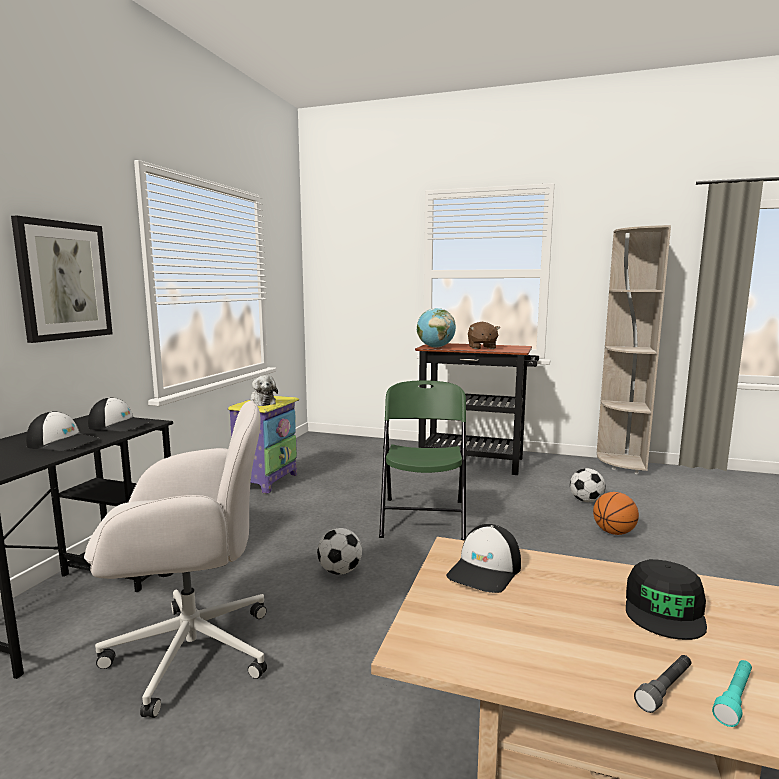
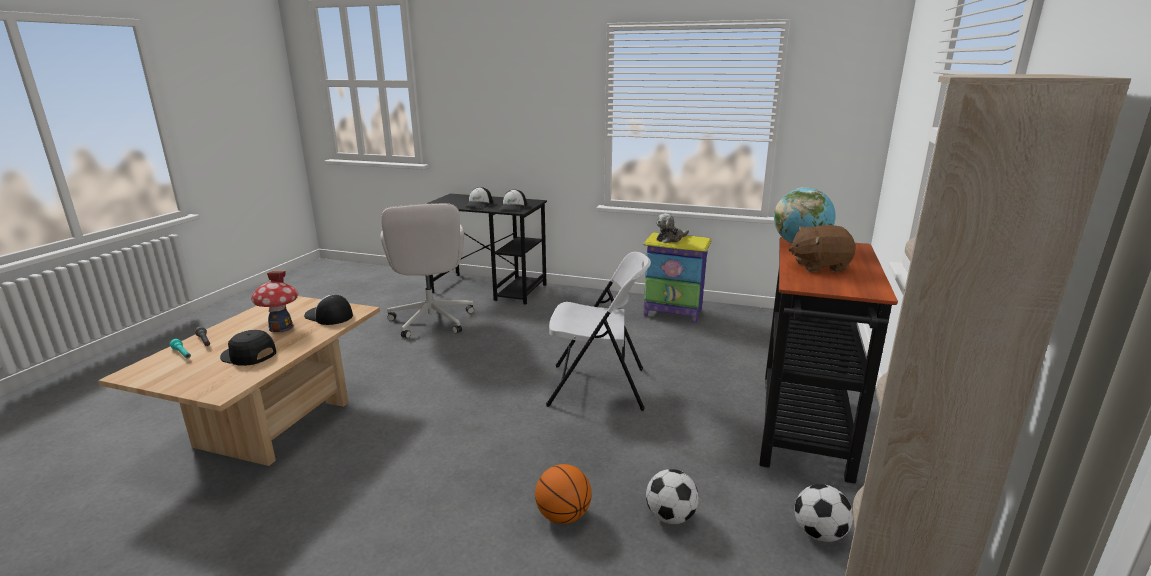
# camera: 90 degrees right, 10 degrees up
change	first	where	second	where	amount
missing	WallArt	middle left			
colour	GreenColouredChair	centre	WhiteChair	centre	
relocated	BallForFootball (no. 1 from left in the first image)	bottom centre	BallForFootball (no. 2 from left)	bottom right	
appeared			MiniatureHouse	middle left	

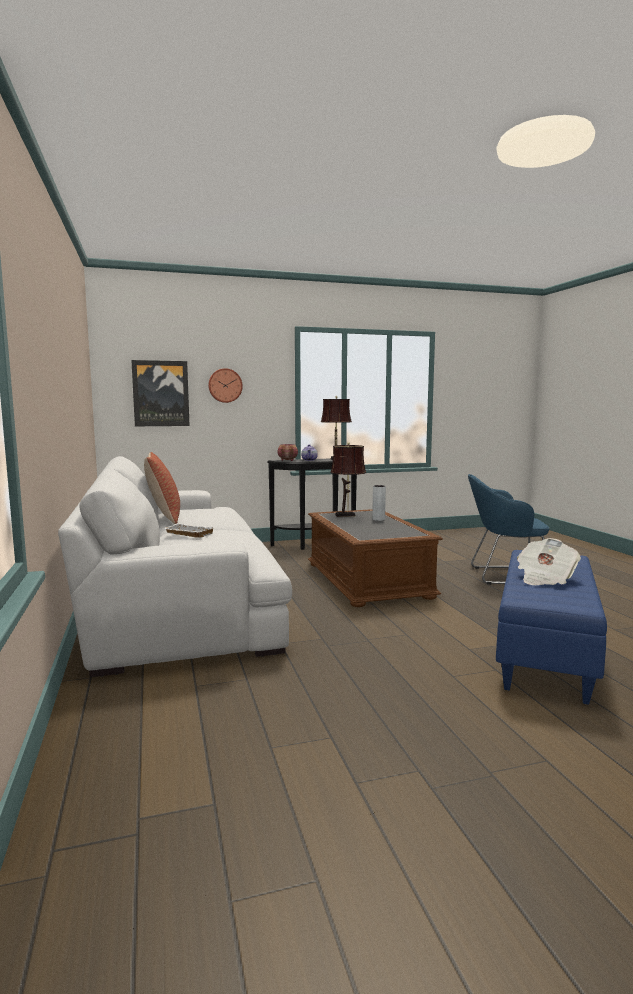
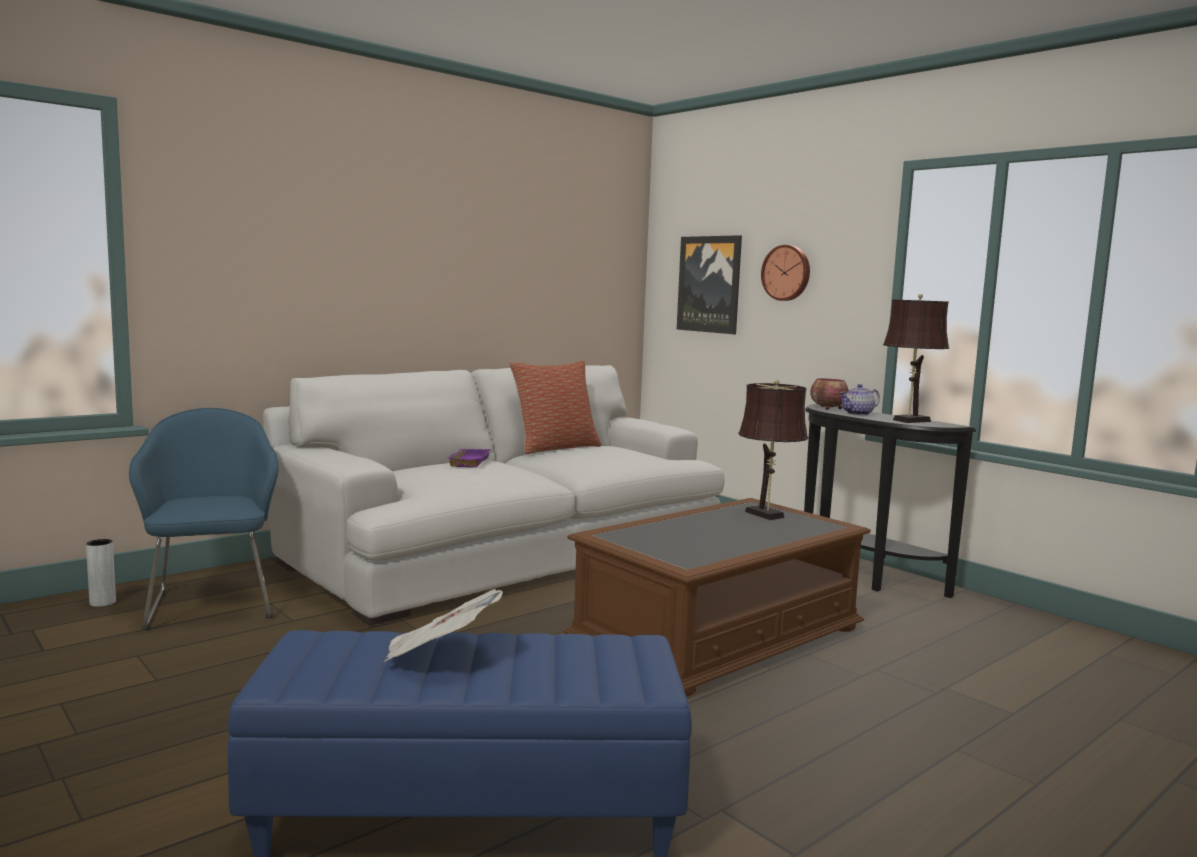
# camera: 65 degrees right, 0 degrees up
change	first	where	second	where	amount
relocated	BlueColouredLoungeChair	middle right		middle left	
relocated	GreyDecorativeVase	centre		bottom left	
colour	WhiteServingTray	middle left	PurplishServingTray	centre	

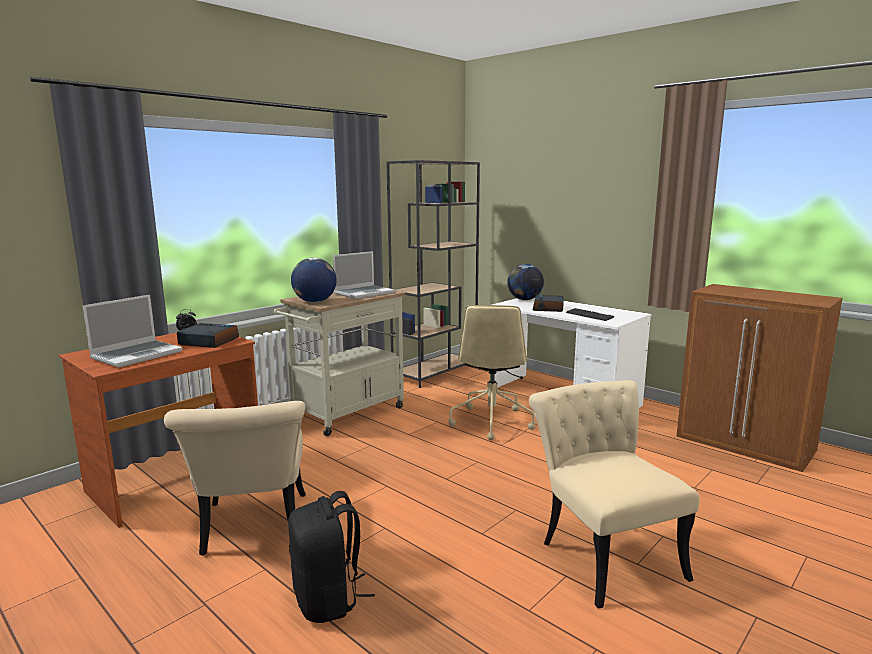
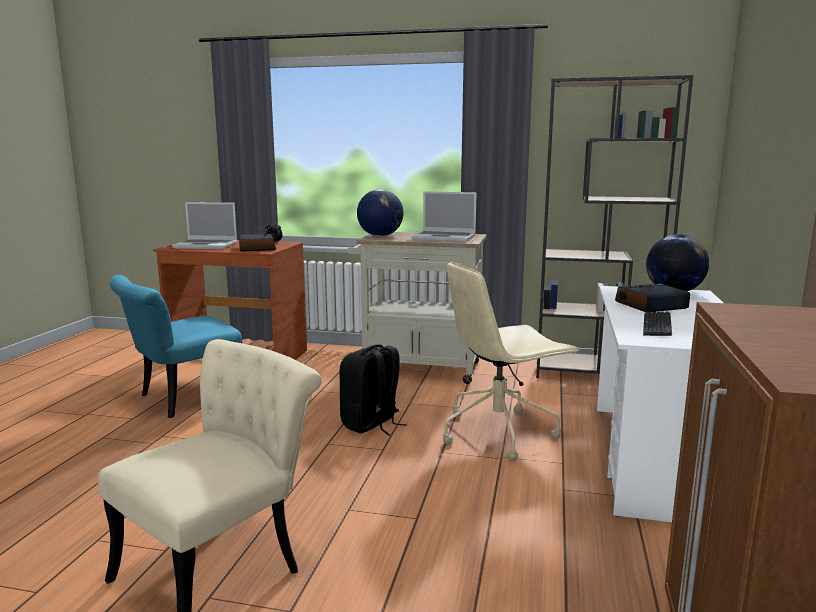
# camera: 60 degrees right, 0 degrees up
change	first	where	second	where	amount
colour	BeigeColouredChair (no. 1 from left)	bottom left	TurquoiseColouredChair	middle left	
relocated	BlackishBackpack	bottom centre		centre	

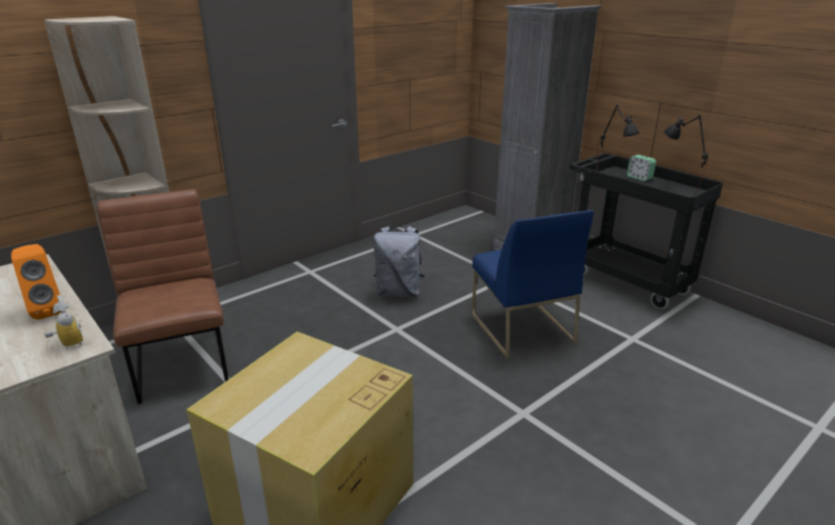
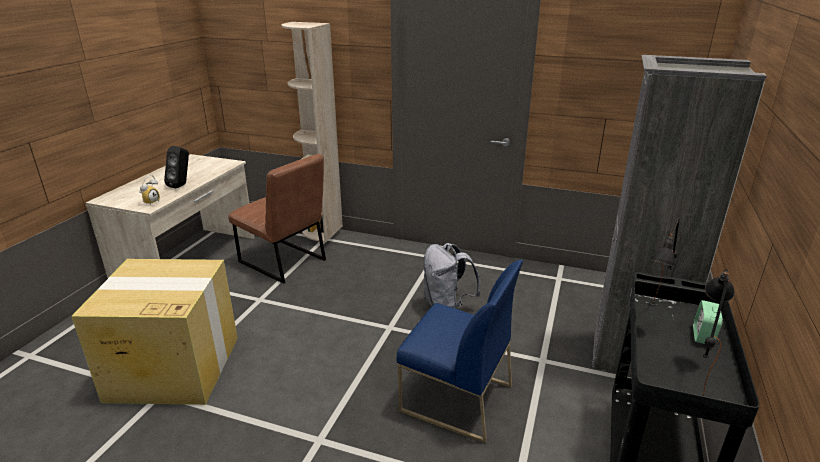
# camera: 60 degrees right, 0 degrees up
change	first	where	second	where	amount
spun	BrownChair	middle left		centre	90 degrees clockwise
spun	BlueColouredChair	centre		bottom centre	105 degrees counterclockwise
colour	OrangeySpeaker	middle left	BlackishSpeaker	middle left	

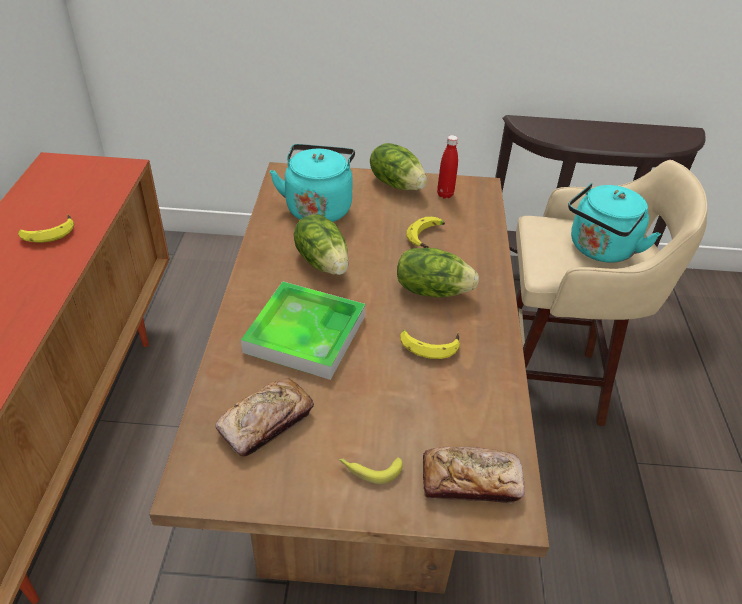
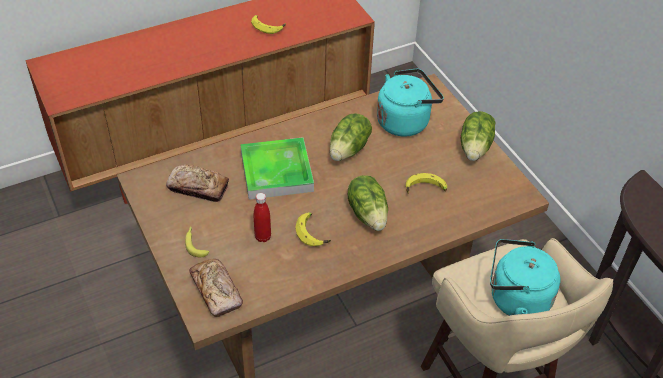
# camera: 60 degrees right, 5 degrees up
change	first	where	second	where	amount
relocated	ReddishDrinkBottle	top centre		centre	

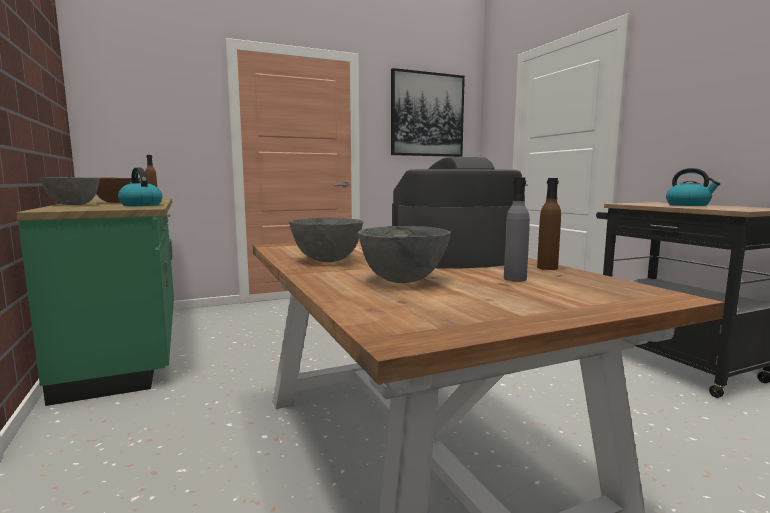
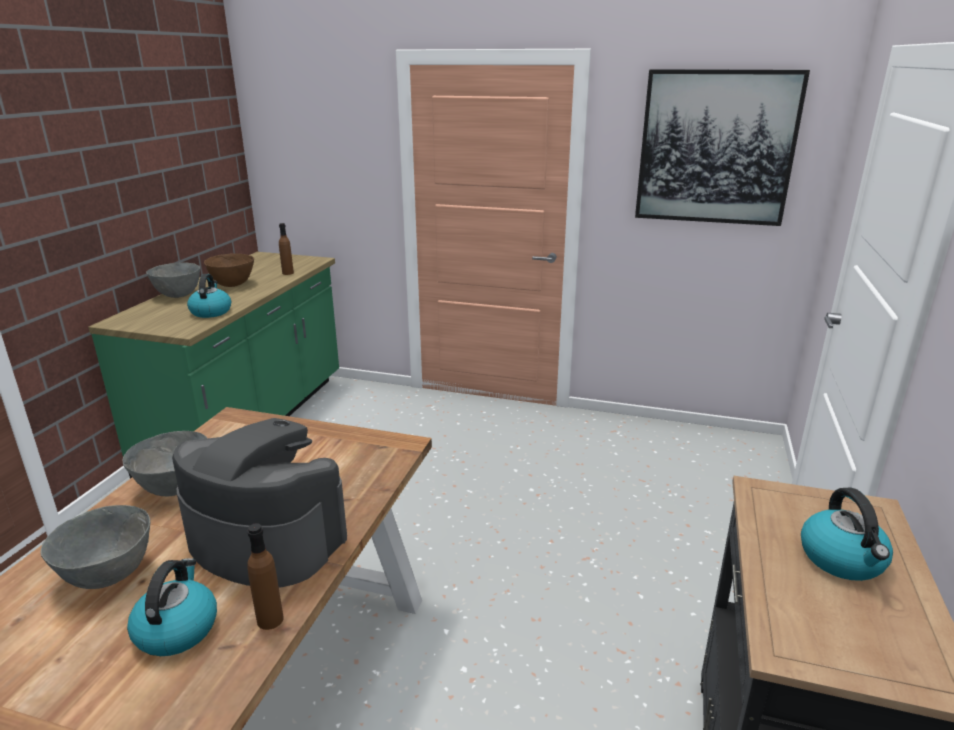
# camera: 40 degrees right, 15 degrees up
change	first	where	second	where	amount
exchanged	GreyDrinkBottle	middle right	WaterKettle (no. 1 from left)	bottom left	

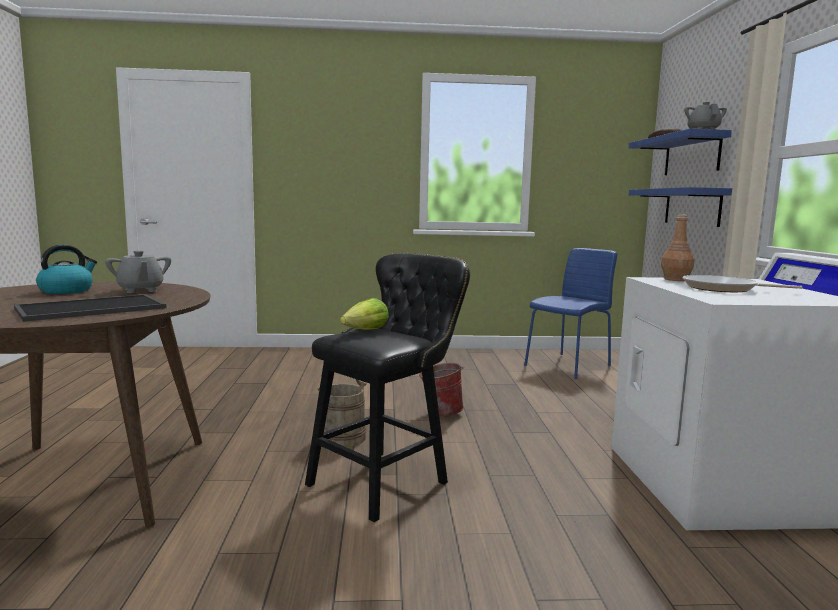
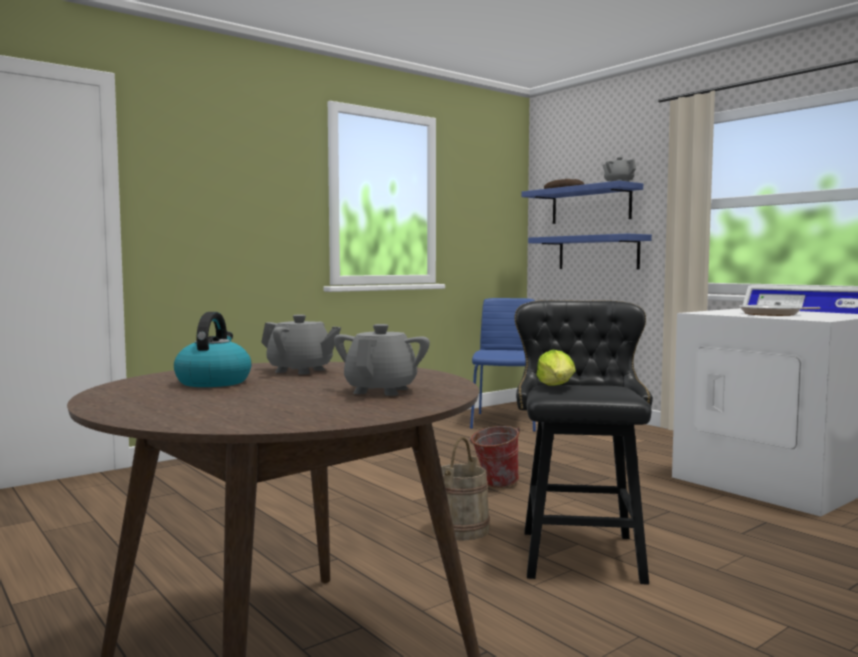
# camera: 35 degrees left, 5 degrees down
change	first	where	second	where	amount
missing	BrownDrinkBottle	middle right			
exchanged	ServingTray	middle left	GreyPotForTea (no. 2 from left)	centre	

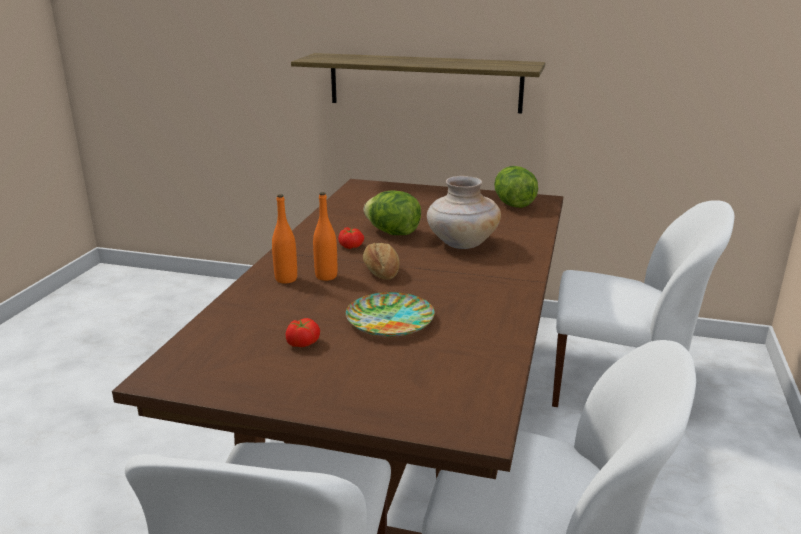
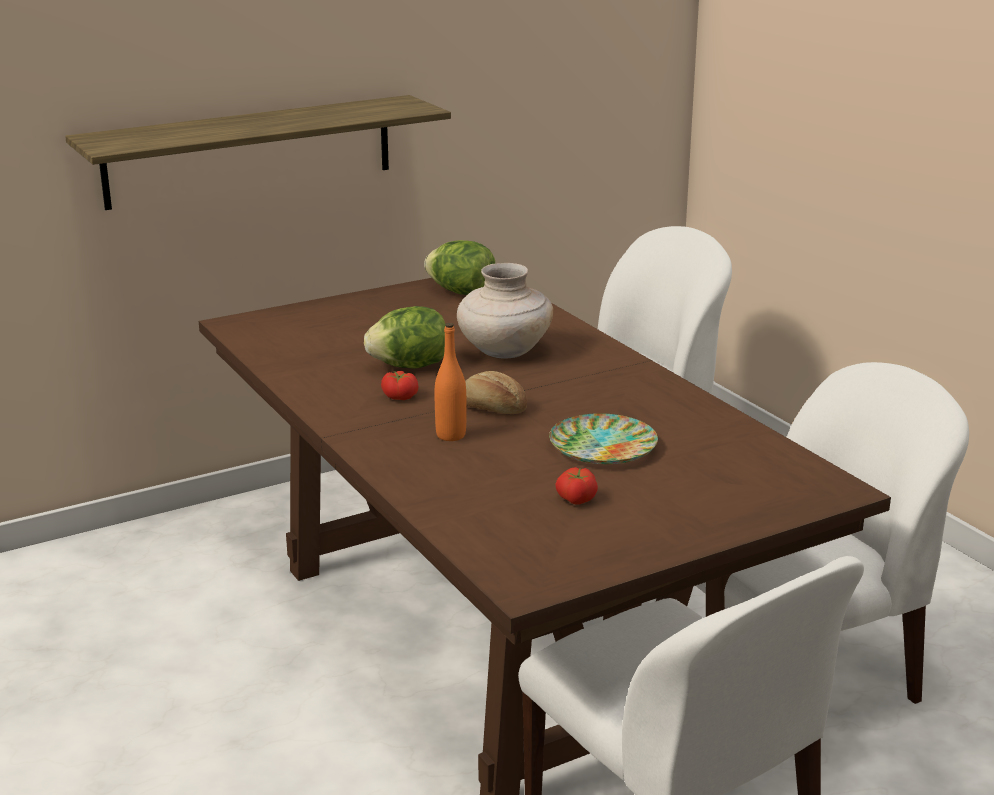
# camera: 45 degrees left, 0 degrees up
change	first	where	second	where	amount
missing	OrangeyDrinkBottle (no. 1 from left)	centre			

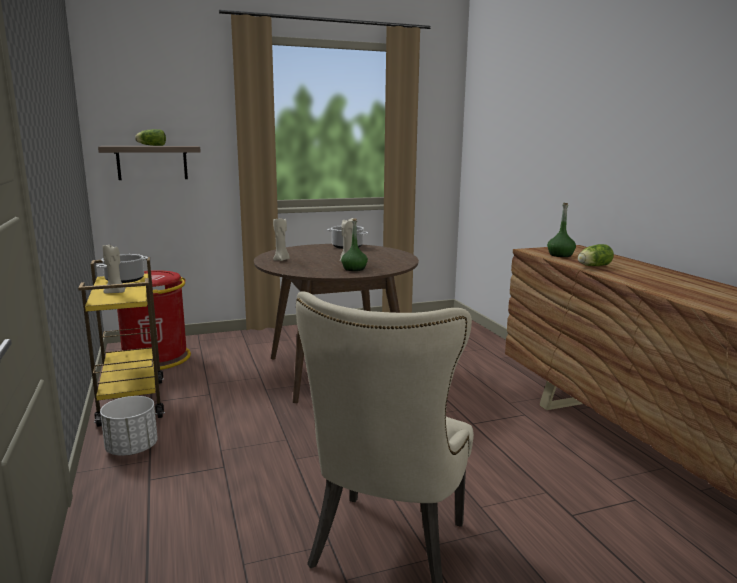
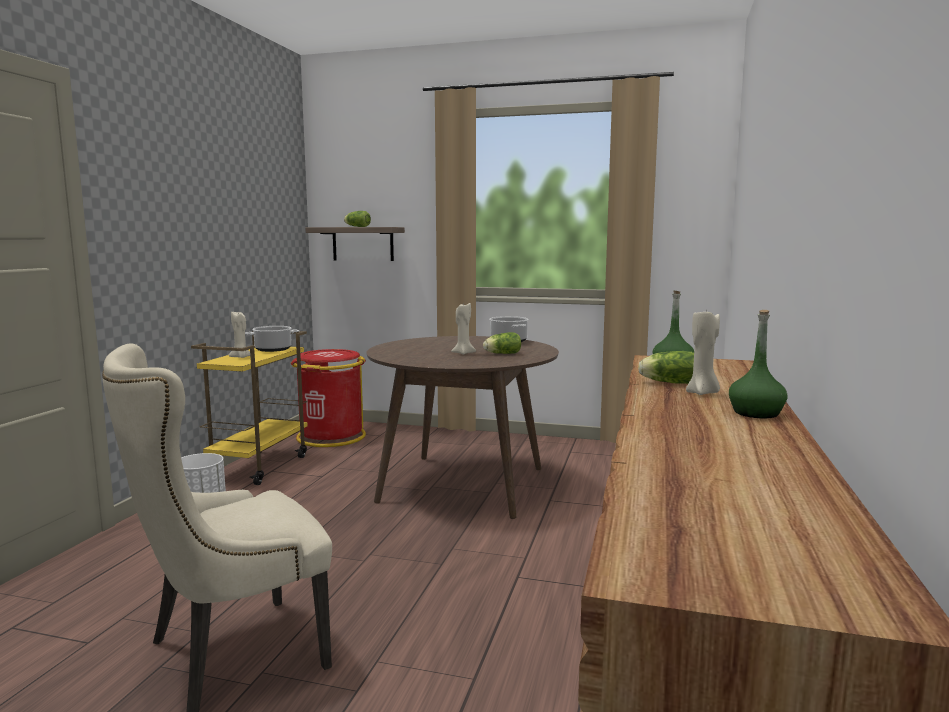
# camera: 35 degrees right, 5 degrees down
change	first	where	second	where	amount
relocated	BeigeColouredWaxCandle (no. 2 from left in the first image)	centre	BeigeColouredWaxCandle (no. 3 from left)	middle right	
relocated	GreenColouredDrinkBottle (no. 1 from left in the first image)	centre	GreenColouredDrinkBottle (no. 2 from left)	middle right	
appeared			Lettuce (no. 2 from left)	centre	

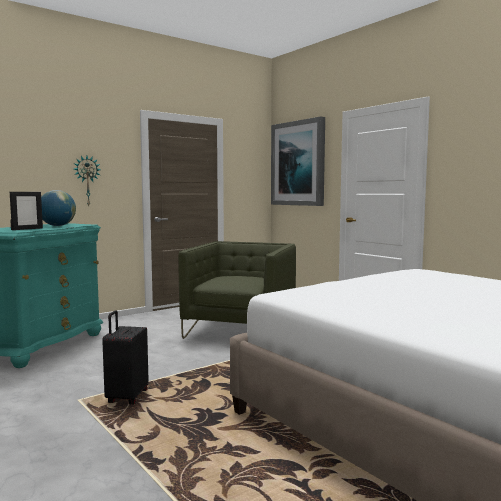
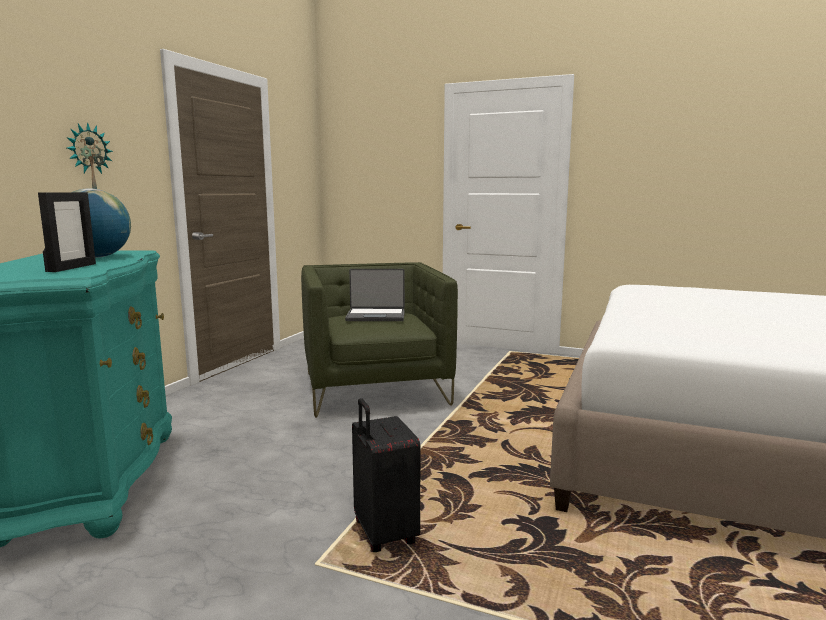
# camera: 30 degrees left, 5 degrees up
change	first	where	second	where	amount
missing	WallArt	top centre			
appeared			Laptop	centre	

